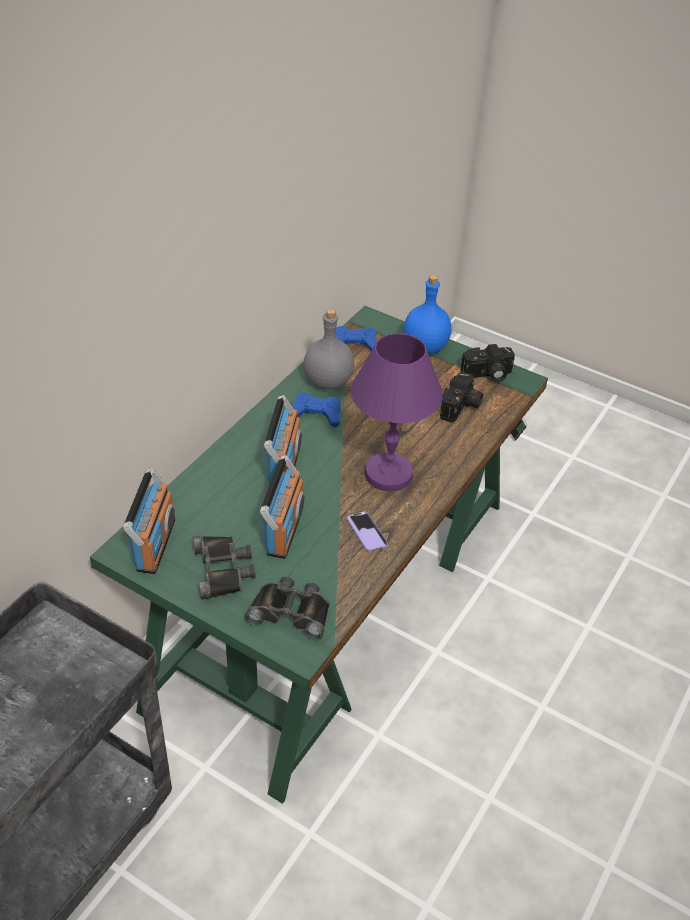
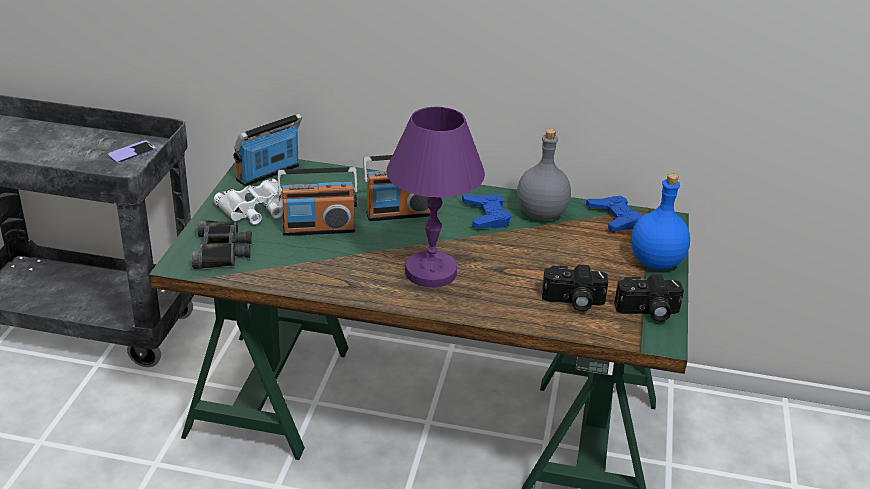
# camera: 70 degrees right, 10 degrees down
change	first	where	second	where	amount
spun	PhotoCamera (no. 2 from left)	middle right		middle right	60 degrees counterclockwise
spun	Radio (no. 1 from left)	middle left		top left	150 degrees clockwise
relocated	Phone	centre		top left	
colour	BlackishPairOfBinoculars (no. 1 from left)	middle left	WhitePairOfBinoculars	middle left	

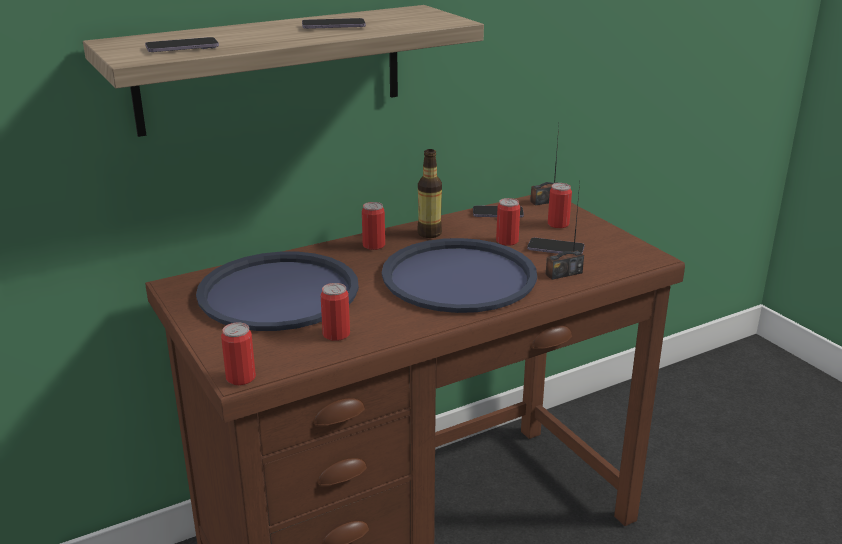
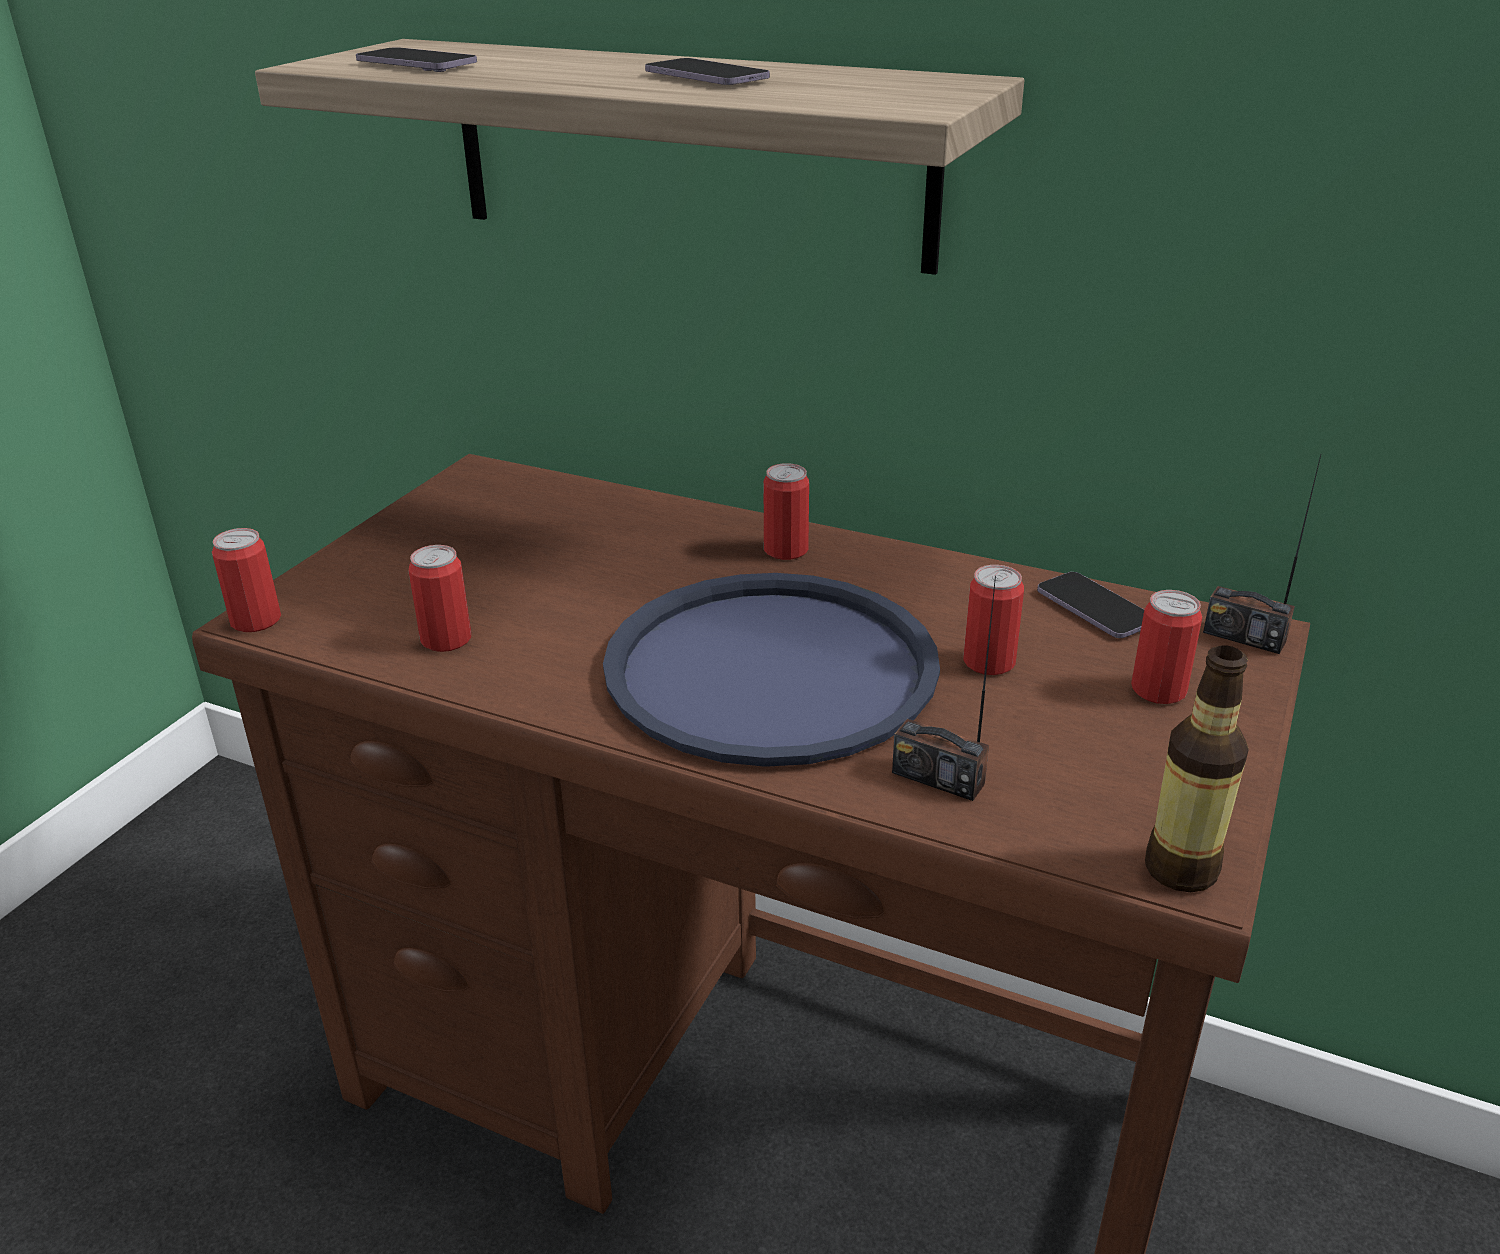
# camera: 55 degrees right, 5 degrees up
change	first	where	second	where	amount
relocated	DrinkBottle	centre		middle right	
missing	Phone (no. 4 from left)	centre			
missing	BlueColouredServingTray (no. 1 from left)	middle left			

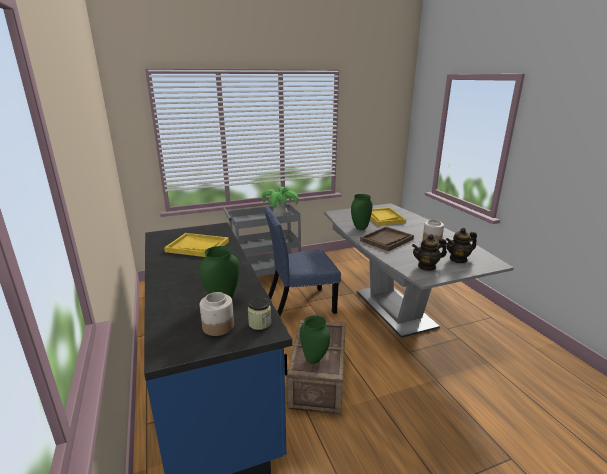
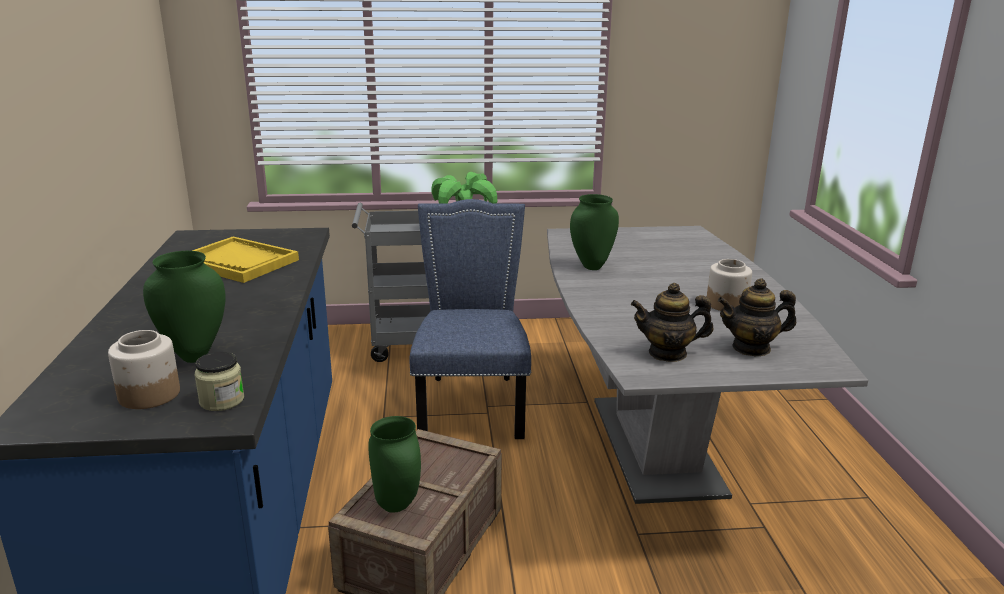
# camera: 15 degrees right, 0 degrees up
change	first	where	second	where	amount
spun	BlueColouredChair	centre		centre	90 degrees clockwise
missing	YellowColouredServingTray (no. 2 from left)	centre			
missing	BrownServingTray	centre			

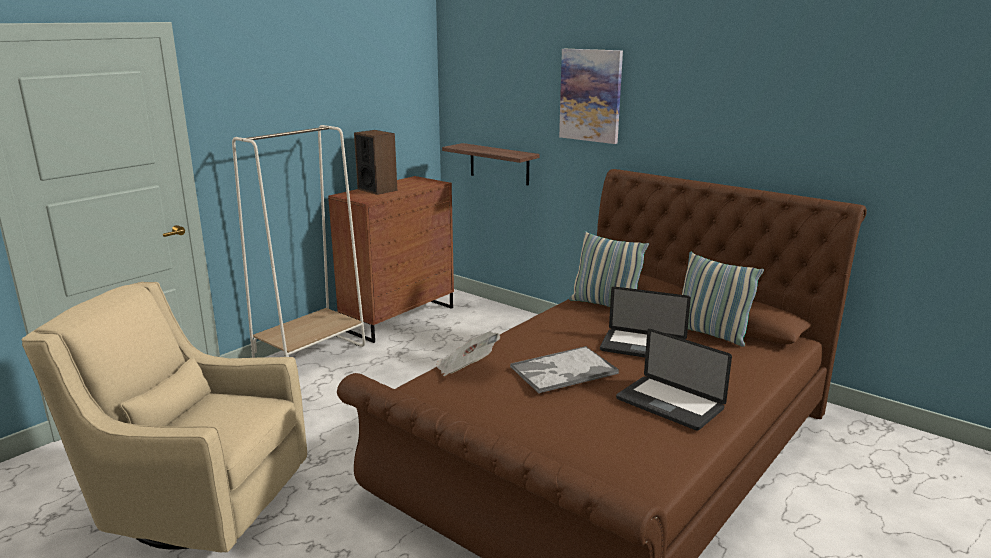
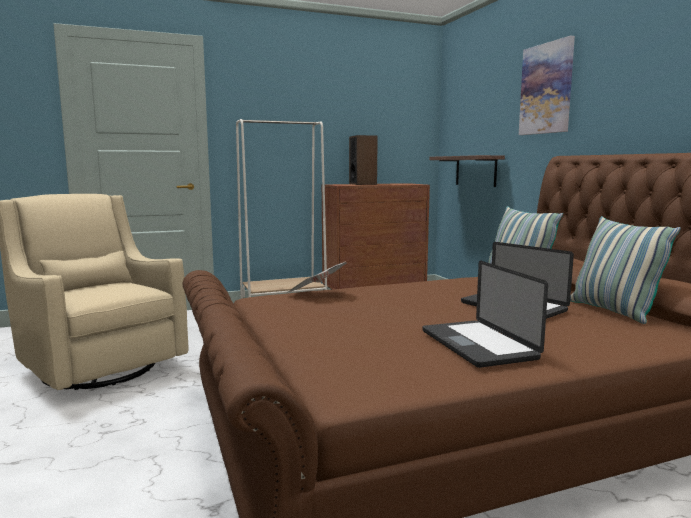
# camera: 30 degrees right, 10 degrees down
change	first	where	second	where	amount
missing	ServingTray	centre			

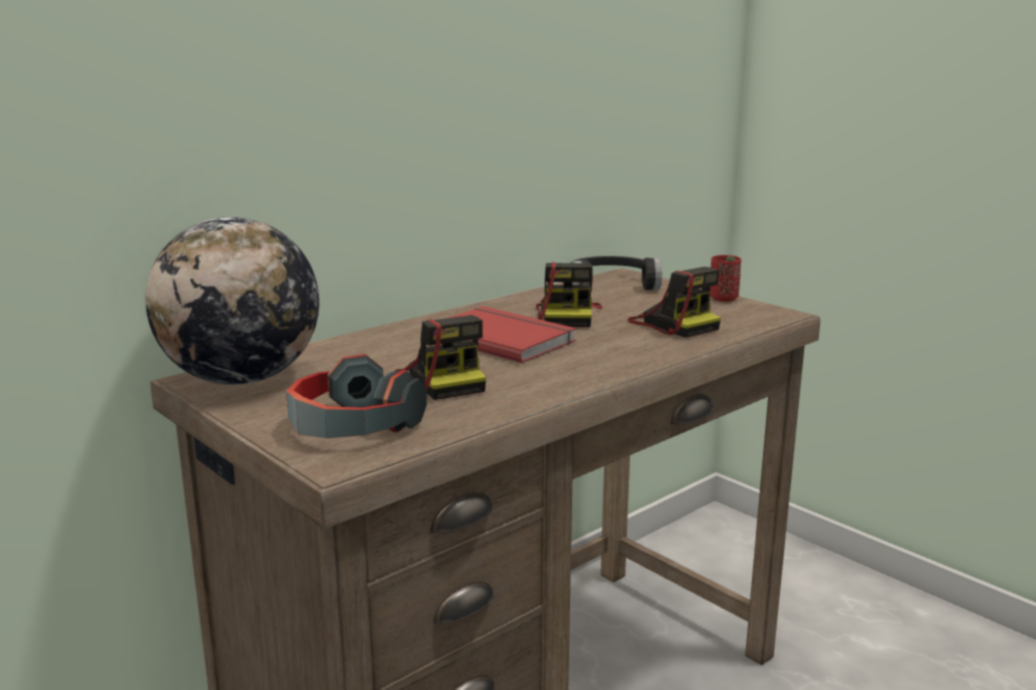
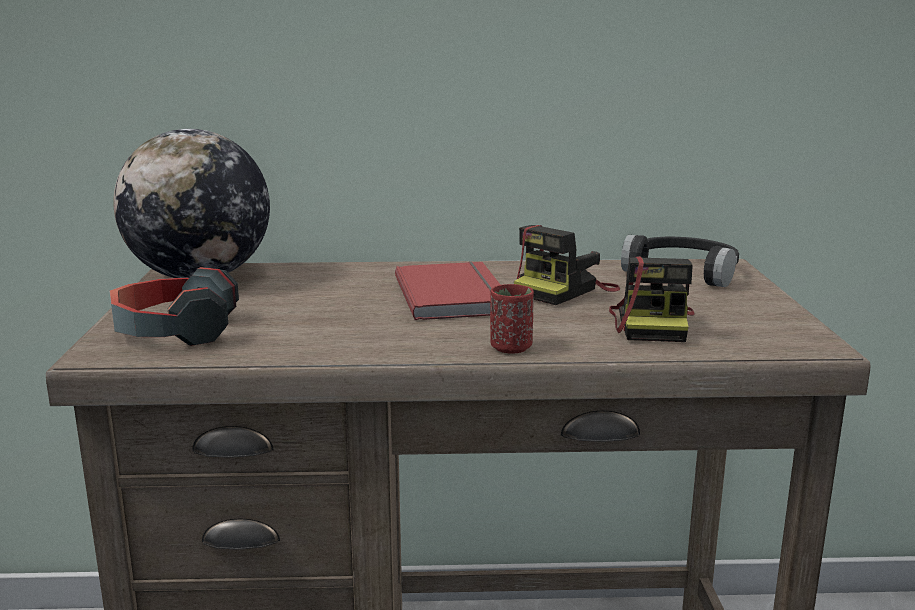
# camera: 40 degrees right, 0 degrees up
change	first	where	second	where	amount
relocated	ReddishDrinkingCup	middle right		centre	
missing	PhotoCamera (no. 1 from left)	centre			

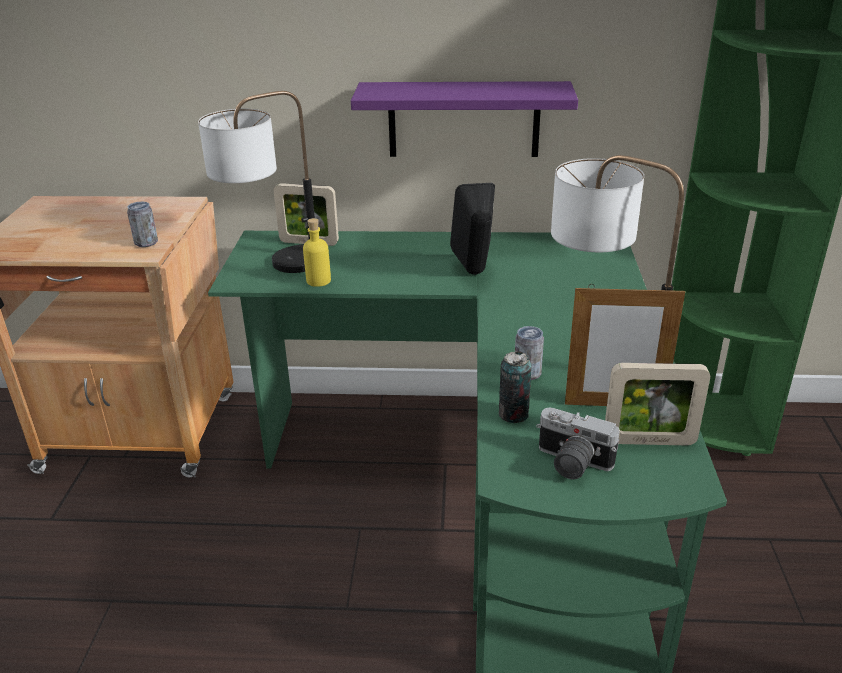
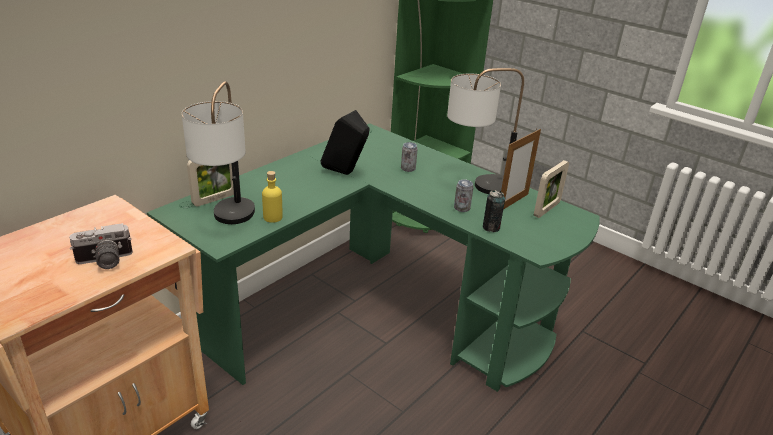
# camera: 55 degrees left, 0 degrees up
change	first	where	second	where	amount
missing	PurplishWallShelf	top centre			
relocated	Can (no. 1 from left)	top left		centre	
relocated	PhotoCamera	middle right		middle left	

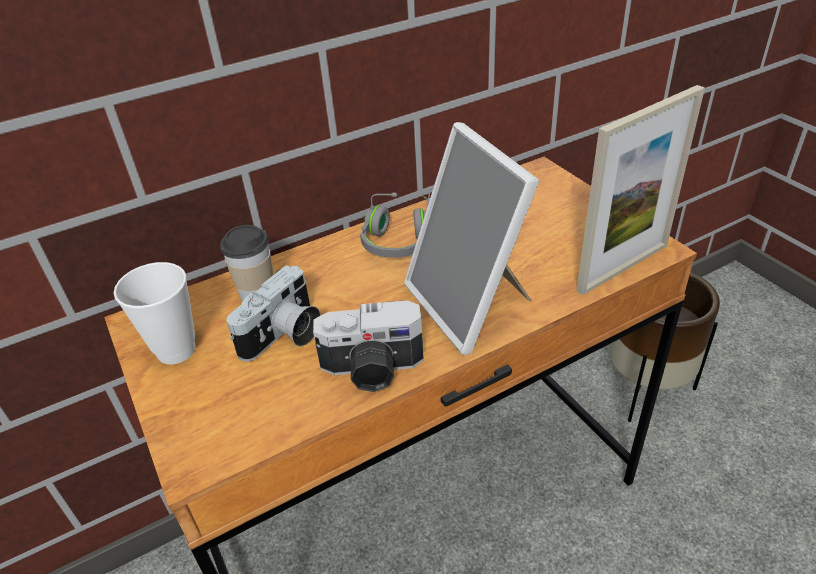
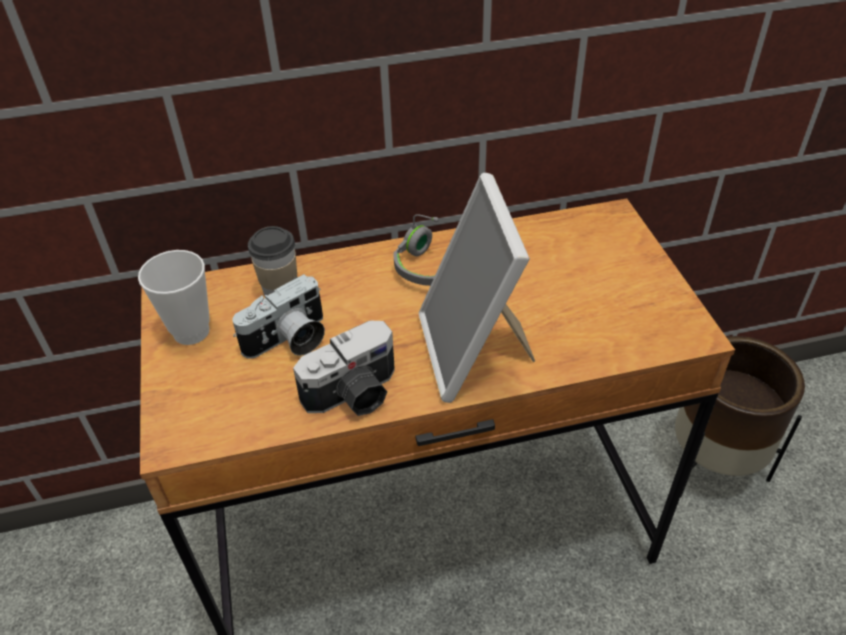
# camera: 15 degrees right, 5 degrees up
change	first	where	second	where	amount
missing	PhotoFrame (no. 2 from left)	top right			
spun	PhotoCamera (no. 2 from left)	centre		centre	45 degrees counterclockwise

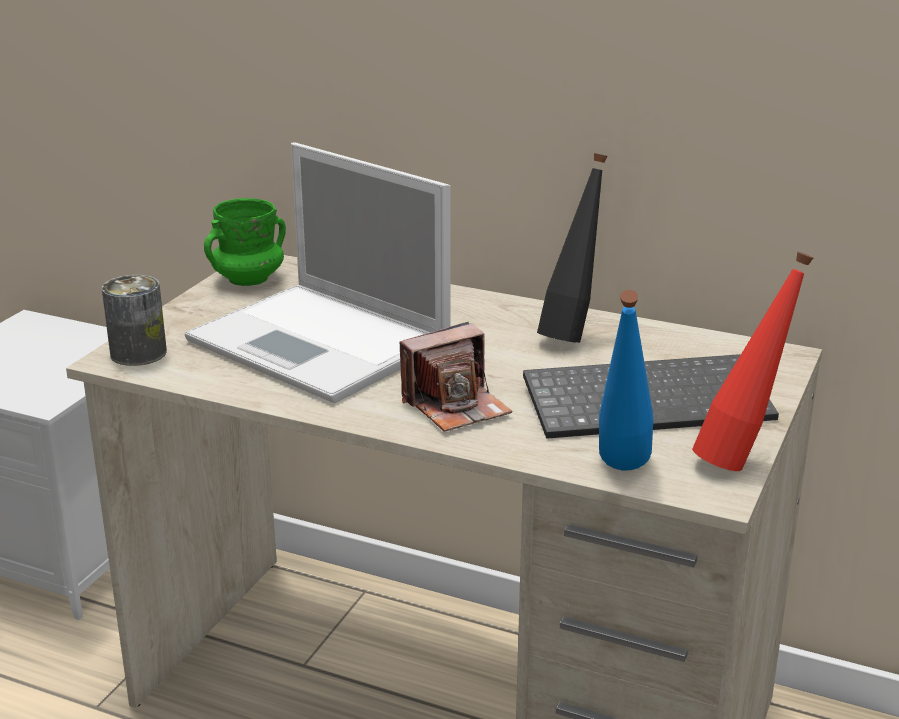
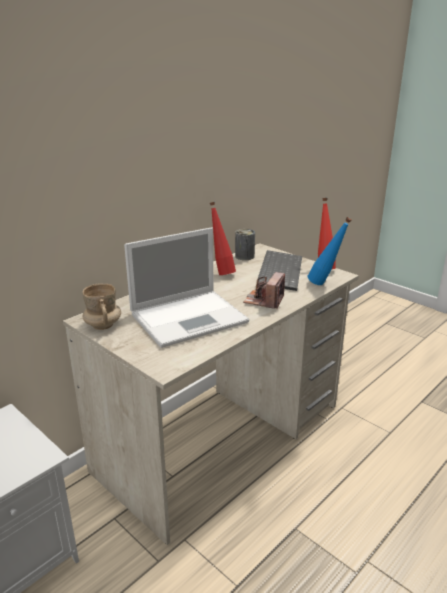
# camera: 70 degrees left, 0 degrees up
change	first	where	second	where	amount
colour	BlackishDrinkBottle	centre	ReddishDrinkBottle (no. 1 from left)	centre	
colour	GreenColouredCoffeeMug	middle left	BeigeColouredCoffeeMug	middle left	
relocated	Can	middle left		centre	
spun	PhotoCamera	centre		centre	150 degrees counterclockwise

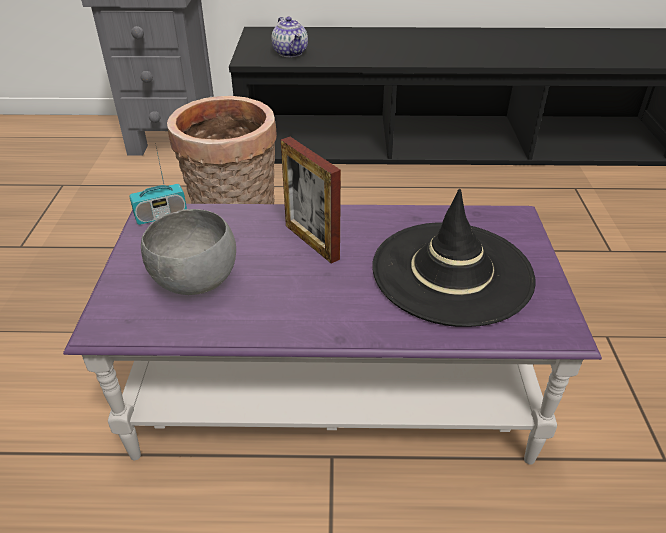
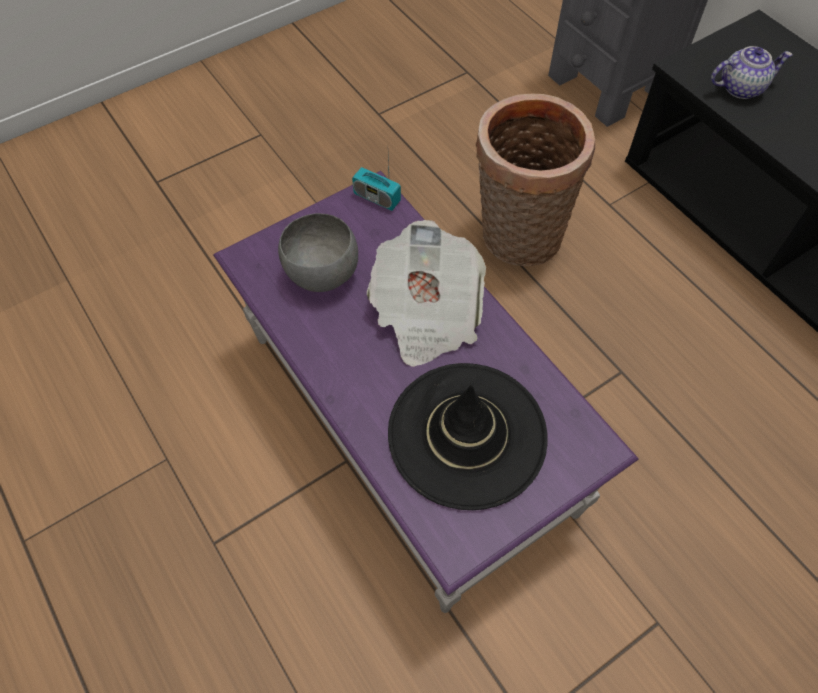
# camera: 55 degrees right, 20 degrees up
change	first	where	second	where	amount
spun	PotForTea	top centre		top right	135 degrees counterclockwise
exchanged	PhotoFrame	centre	PrintedPaper	centre	

